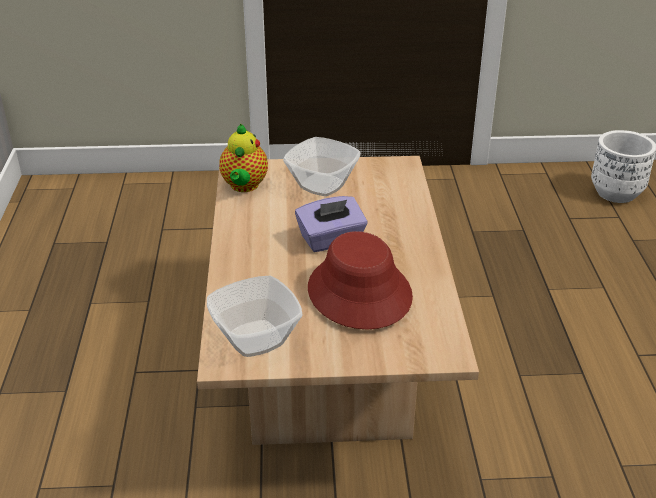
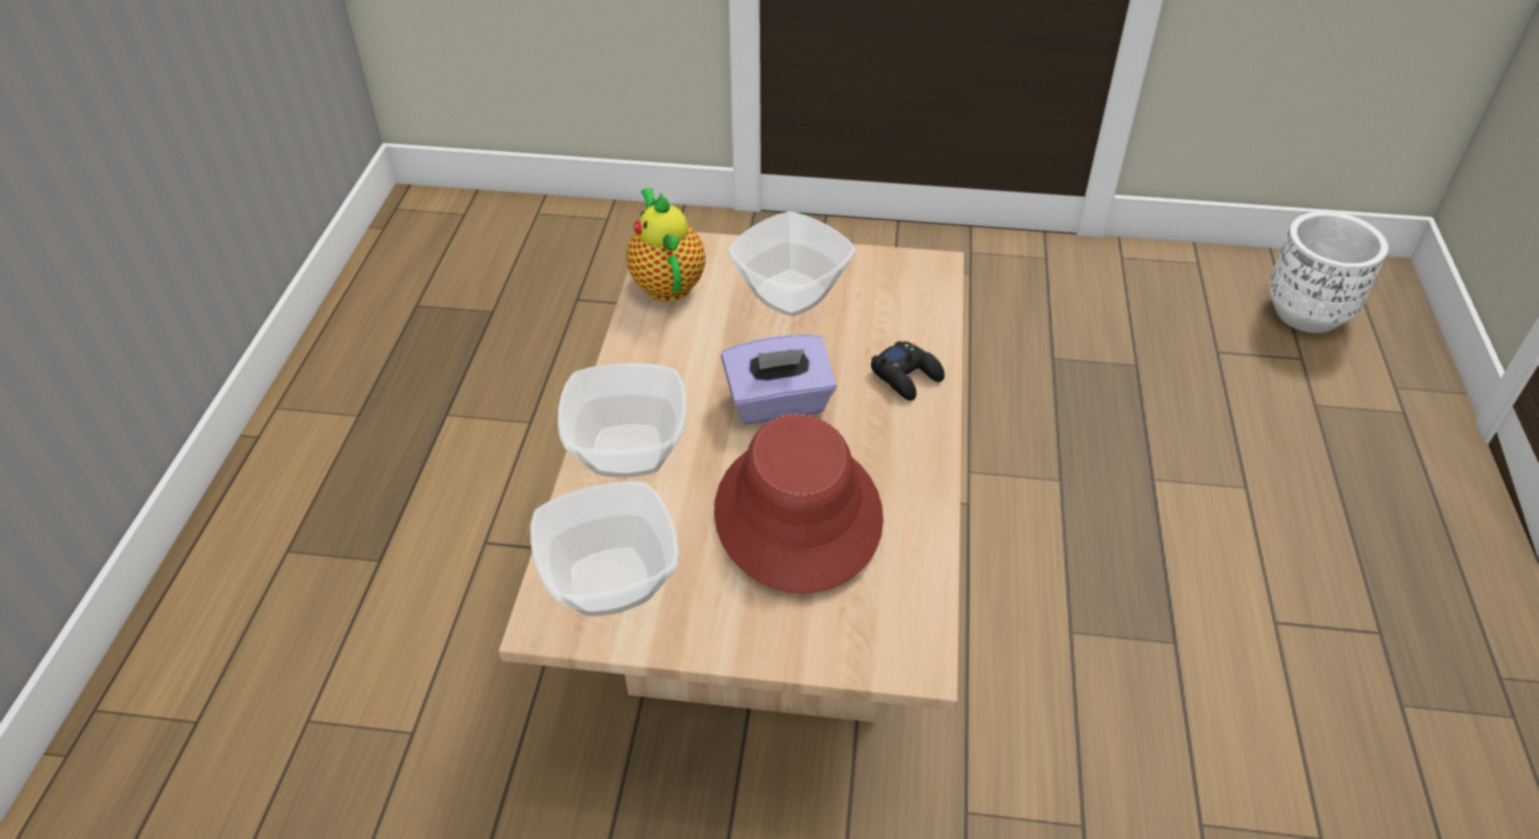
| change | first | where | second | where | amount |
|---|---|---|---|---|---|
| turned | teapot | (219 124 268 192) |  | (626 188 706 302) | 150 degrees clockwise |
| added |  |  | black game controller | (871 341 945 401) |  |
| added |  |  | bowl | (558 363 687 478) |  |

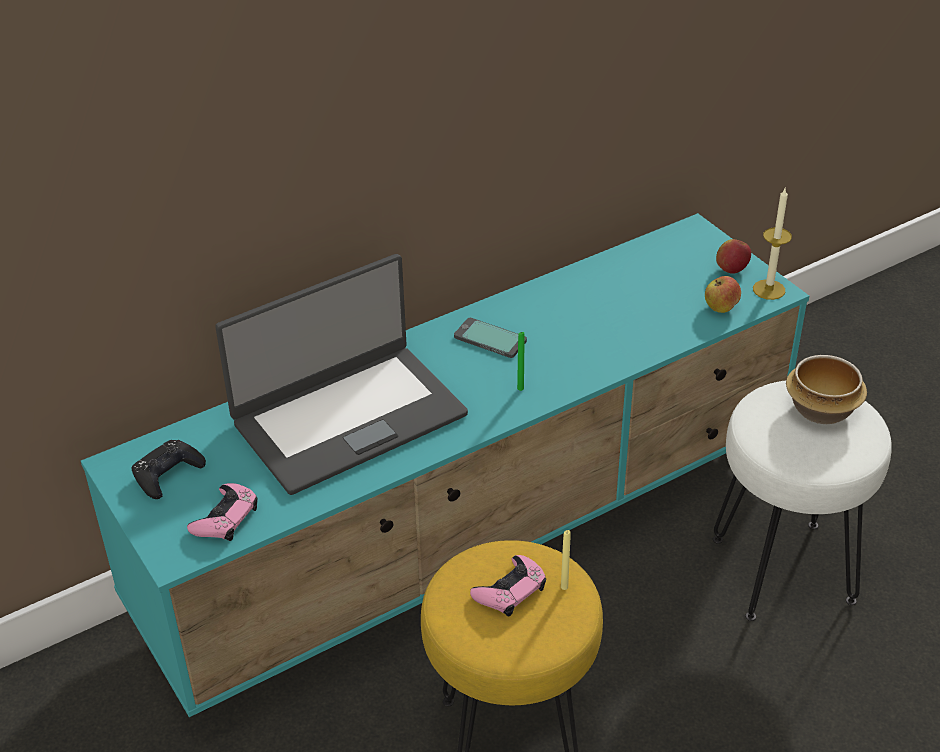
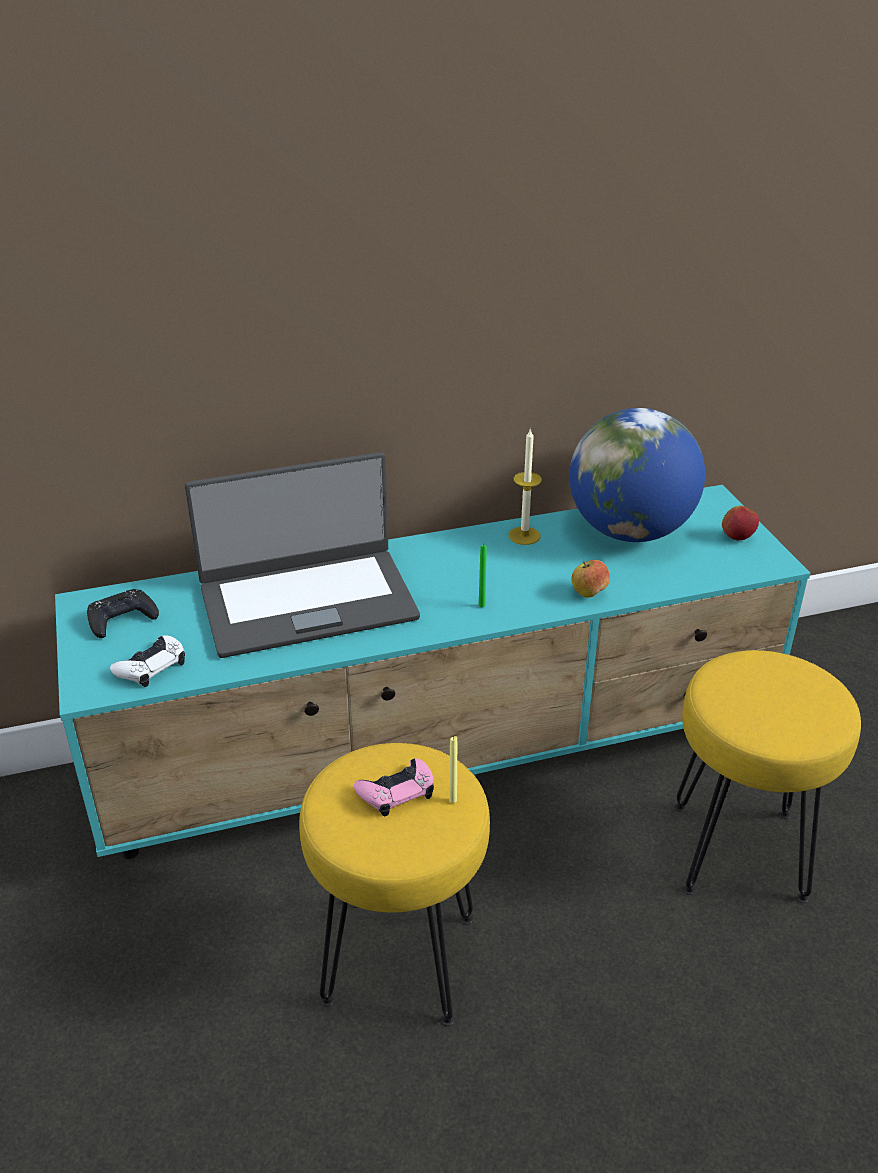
| change | first | where | second | where | amount |
|---|---|---|---|---|---|
| moved | candle | (753 189 792 300) |  | (509 428 542 545) |  |
| moved | apple | (705 276 741 313) |  | (571 560 610 598) |  |
| removed | phone | (454 318 527 358) |  |  |  |
| removed | bowl | (786 355 867 424) |  |  |  |
| recoloured | white stool | (713 380 892 621) | yellow stool | (675 650 861 903) |  |
| recoloured | pink game controller | (187 483 258 541) | white game controller | (110 635 185 687) |  |
| added |  |  | globe | (570 408 705 542) |  |

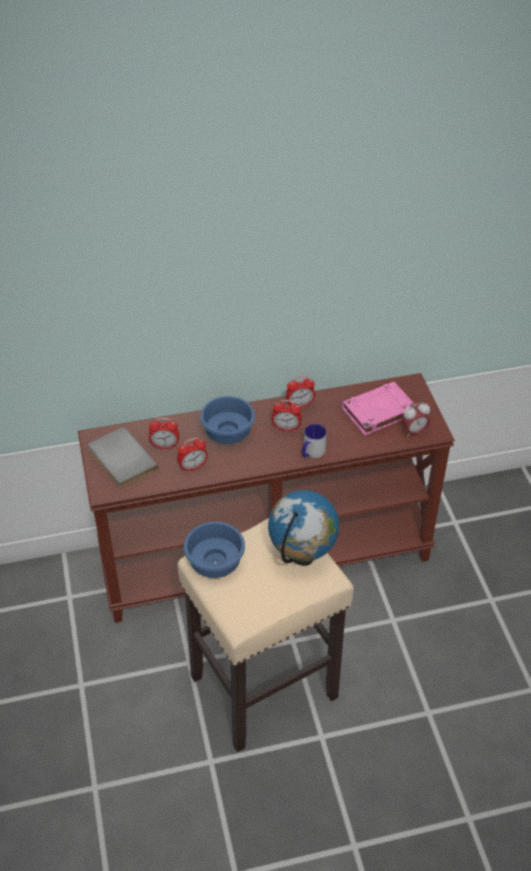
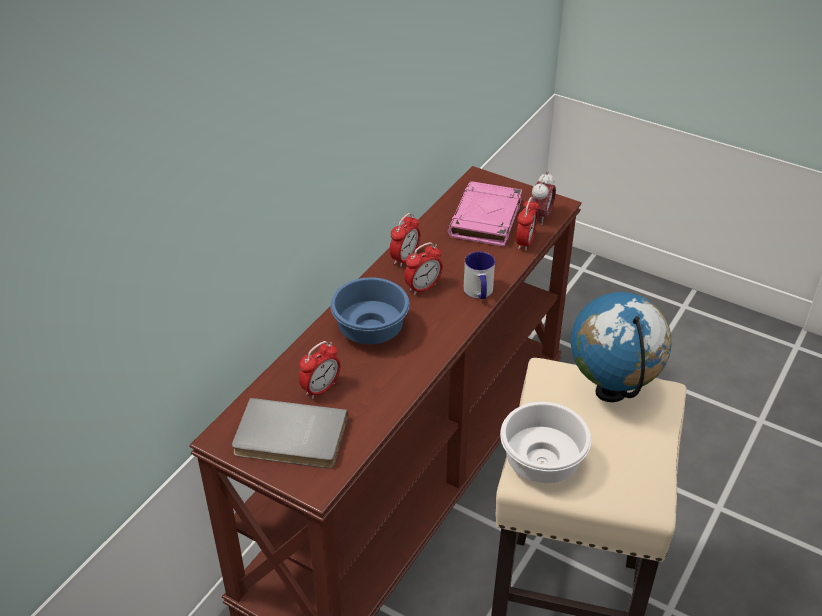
| change | first | where | second | where | amount |
|---|---|---|---|---|---|
| moved | alarm clock | (177 438 208 472) |  | (516 197 539 251) |  |
| recoloured | blue bowl | (184 522 245 578) | white bowl | (500 402 591 483) |  |

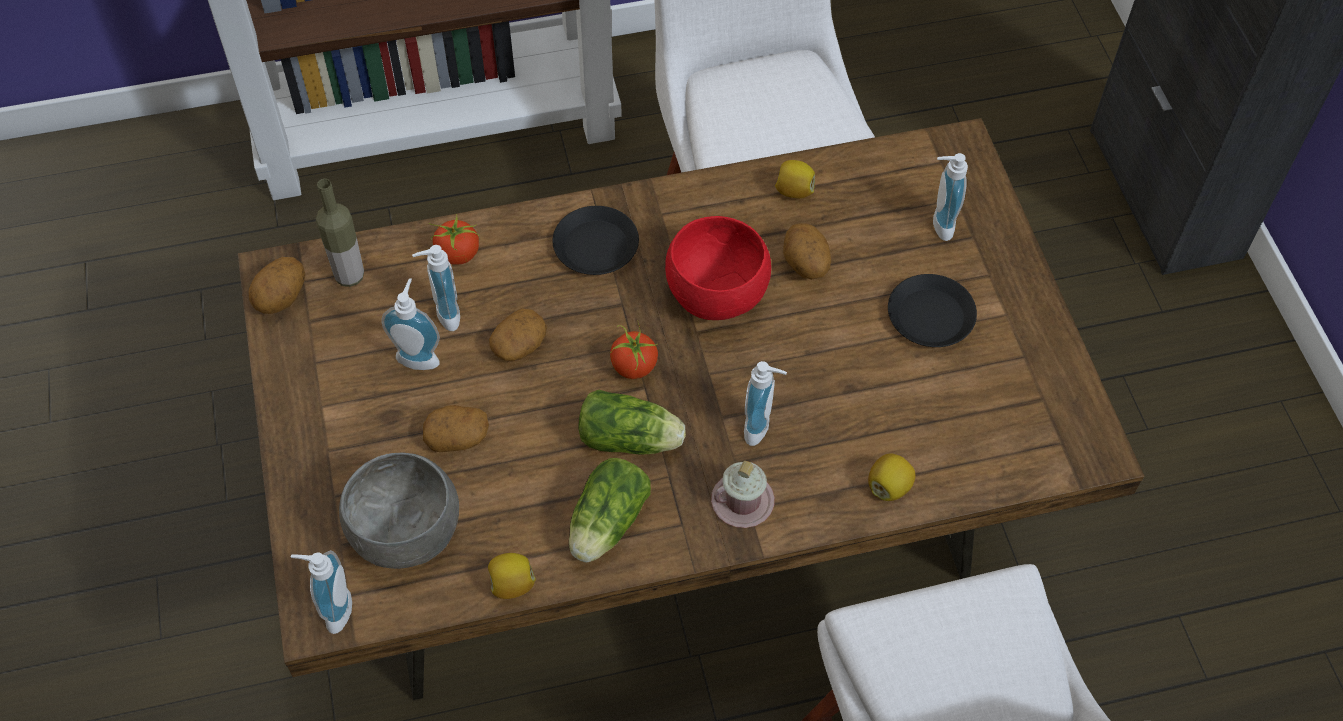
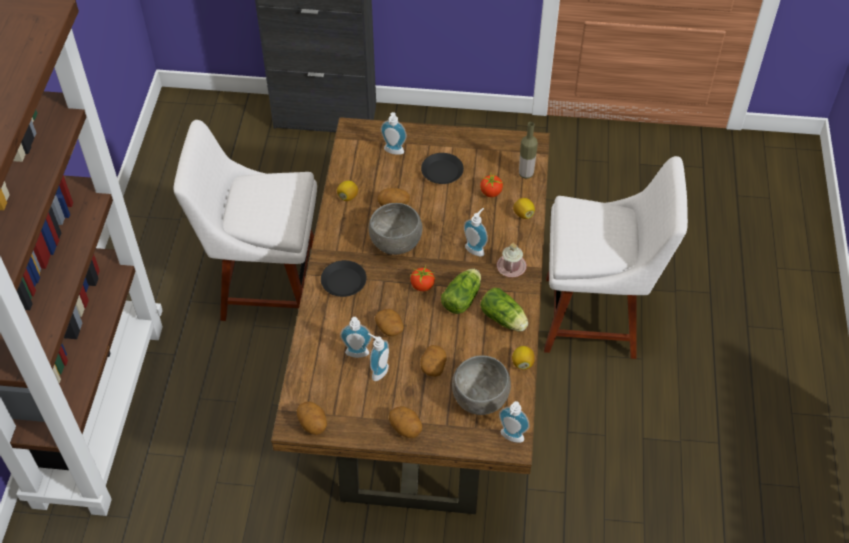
| change | first | where | second | where | amount |
|---|---|---|---|---|---|
| moved | bottle | (316 179 364 287) |  | (519 122 538 179) |  |
| moved | tomato | (429 214 479 265) |  | (480 174 503 197) |  |
| recoloured | red bowl | (665 216 771 320) | grey bowl | (369 203 423 255) |  |
| added |  |  | potato | (389 406 422 438) |  |

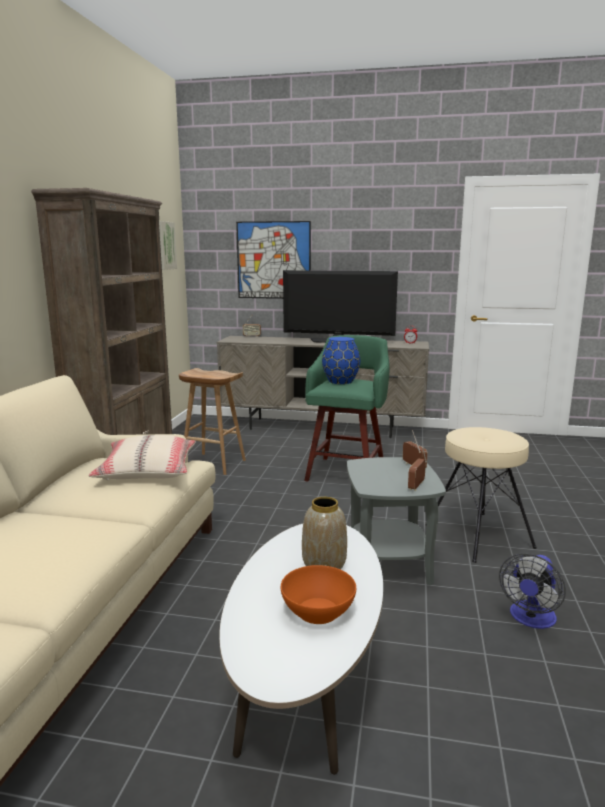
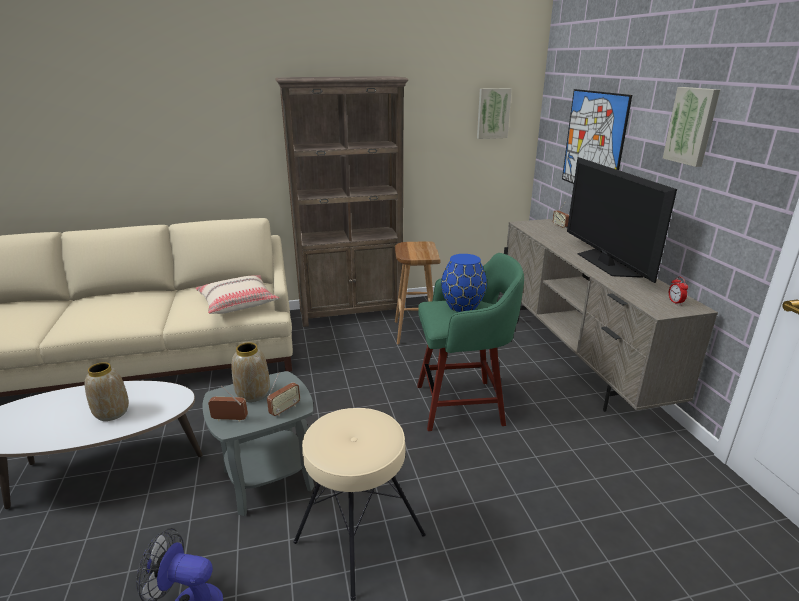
| change | first | where | second | where | amount |
|---|---|---|---|---|---|
| removed | orange bowl | (281 565 356 624) |  |  |  |
| added |  |  | picture | (663 87 720 167) |  |
| added |  |  | vase | (232 342 270 402) |  |

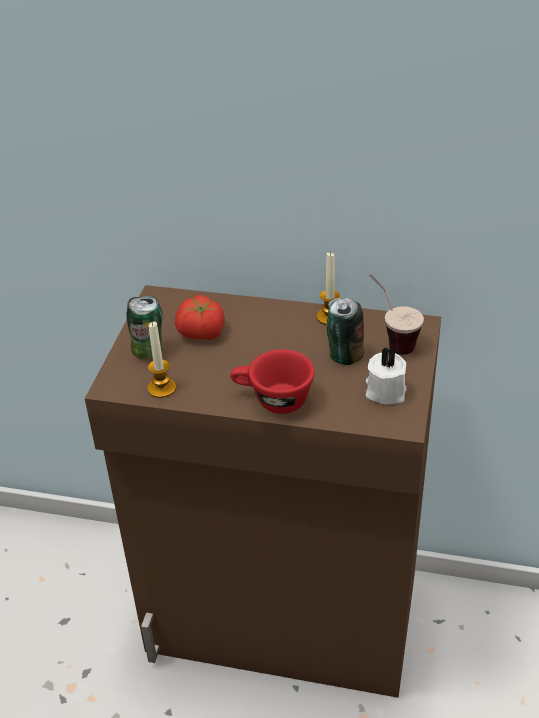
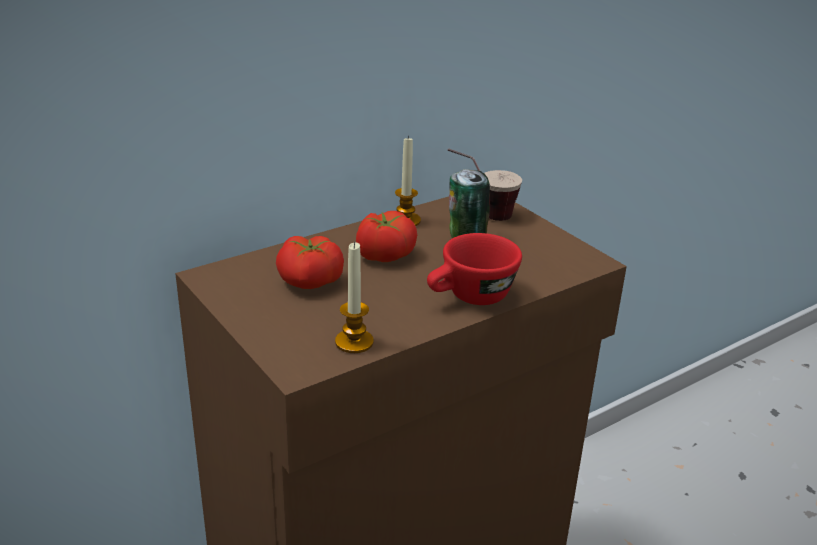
| change | first | where | second | where | amount |
|---|---|---|---|---|---|
| removed | can | (126 296 162 359) |  |  |  |
| removed | white candle | (366 347 407 405) |  |  |  |
| added |  |  | tomato | (356 211 417 262) |  |

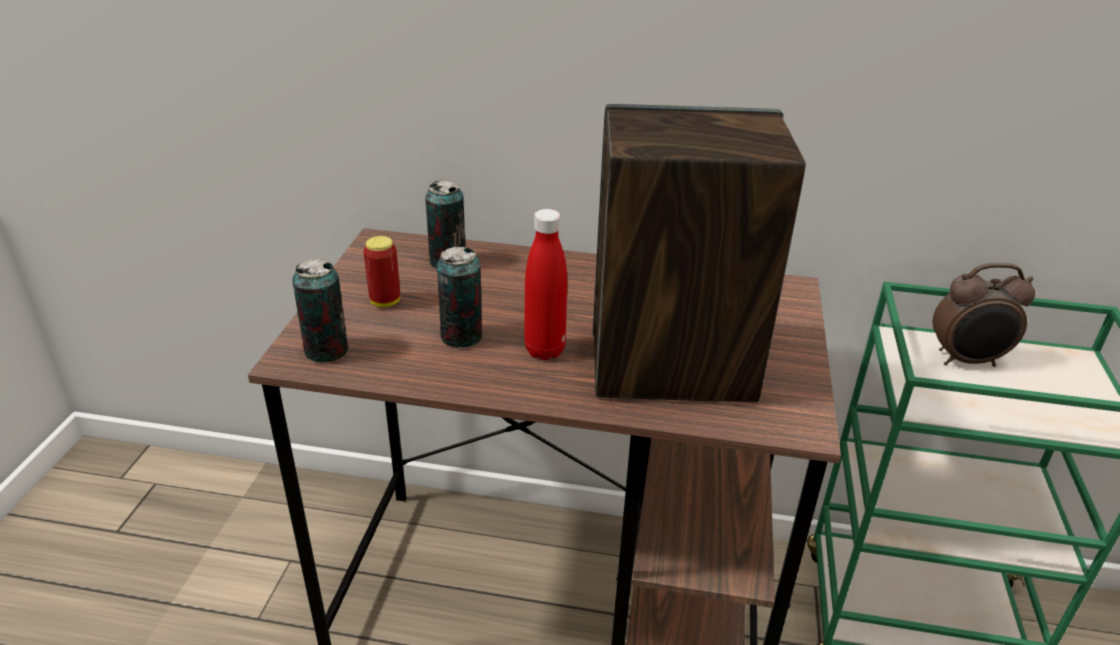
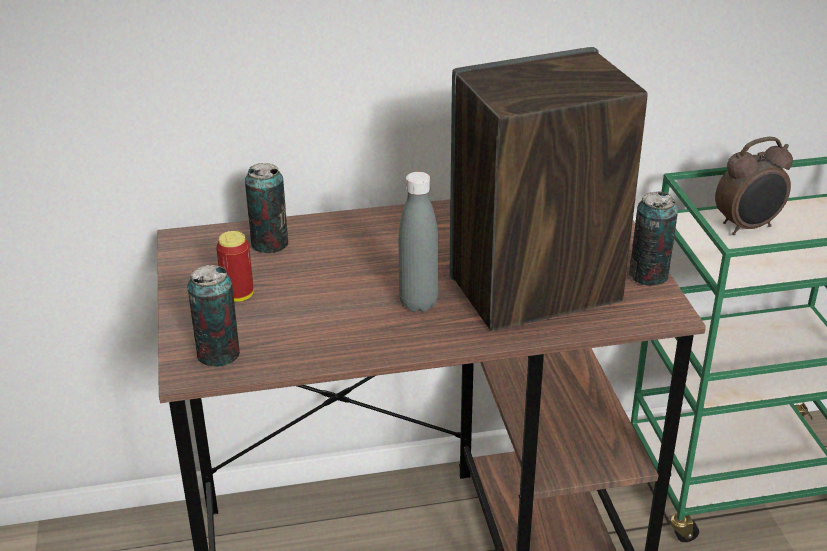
| change | first | where | second | where | amount |
|---|---|---|---|---|---|
| recoloured | red bottle | (524 209 567 360) | grey bottle | (398 172 438 312) |  |
| moved | can | (437 247 482 348) |  | (629 191 678 286) |  |

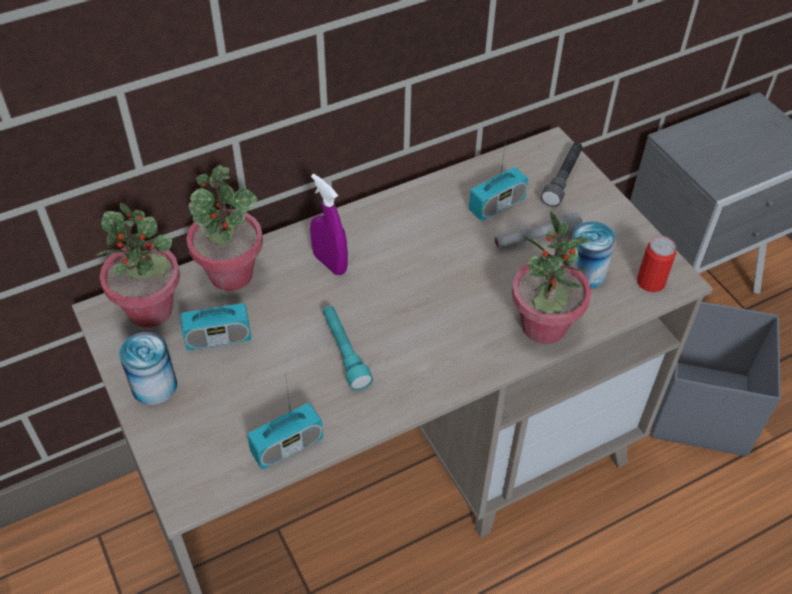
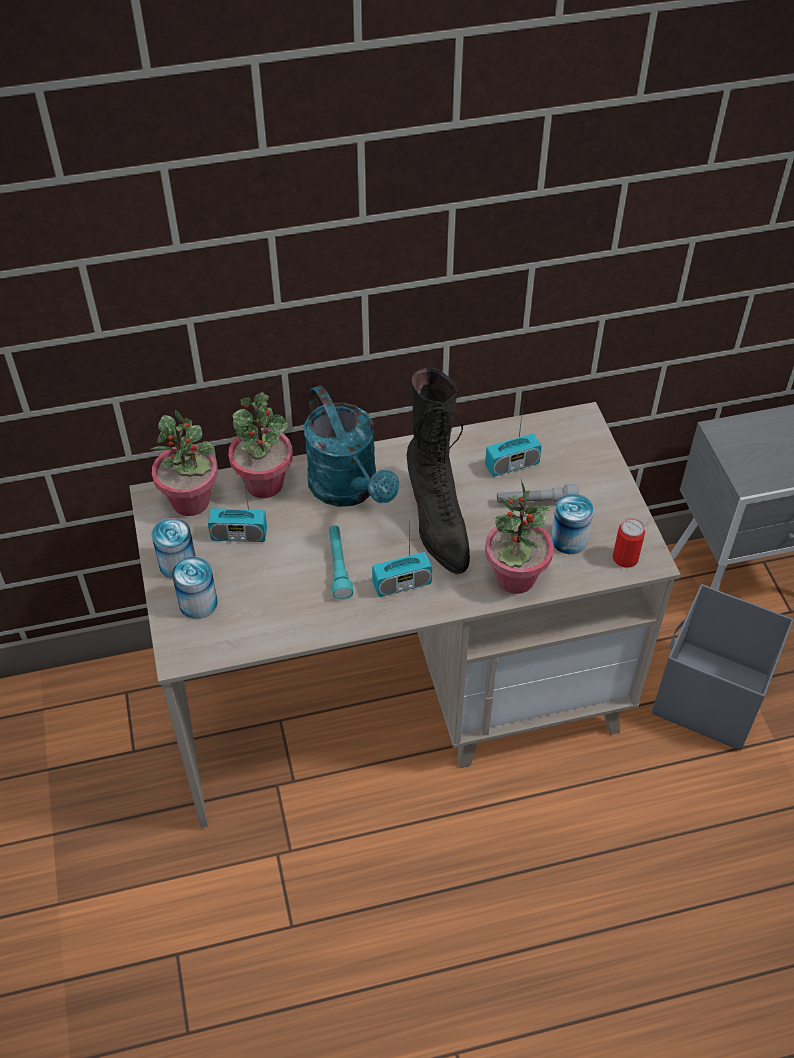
| change | first | where | second | where | amount |
|---|---|---|---|---|---|
| removed | grey flashlight | (541 143 583 207) |  |  |  |
| replaced | purple spray bottle | (310 174 348 275) | turquoise watering can | (304 385 399 507) |  |
| moved | radio | (247 373 323 470) |  | (372 528 432 597) |  |
| added |  |  | black boot | (407 368 470 574) |  |
| added |  |  | can | (172 557 218 619) |  |

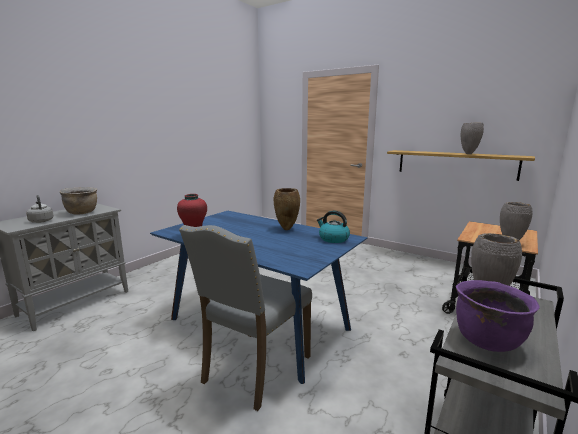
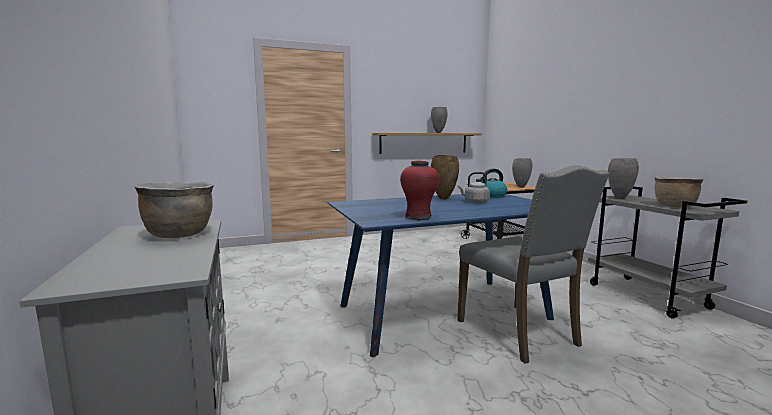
| change | first | where | second | where | amount |
|---|---|---|---|---|---|
| moved | grey kettle | (26 195 54 223) |  | (458 172 490 203) |  |
| recoloured | purple cooking pot | (456 280 540 352) | brown cooking pot | (654 176 704 208) |  |

